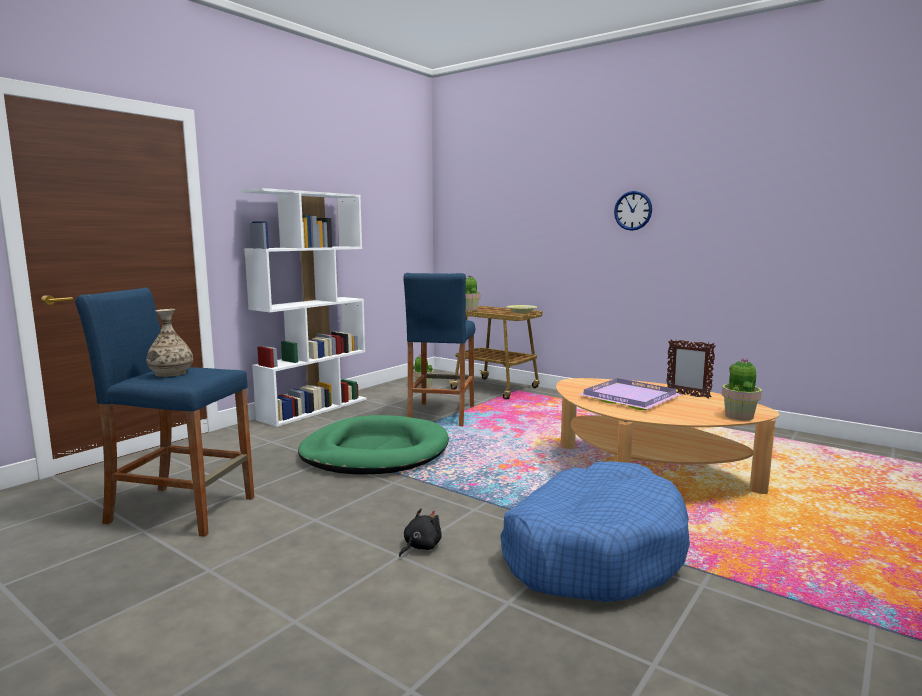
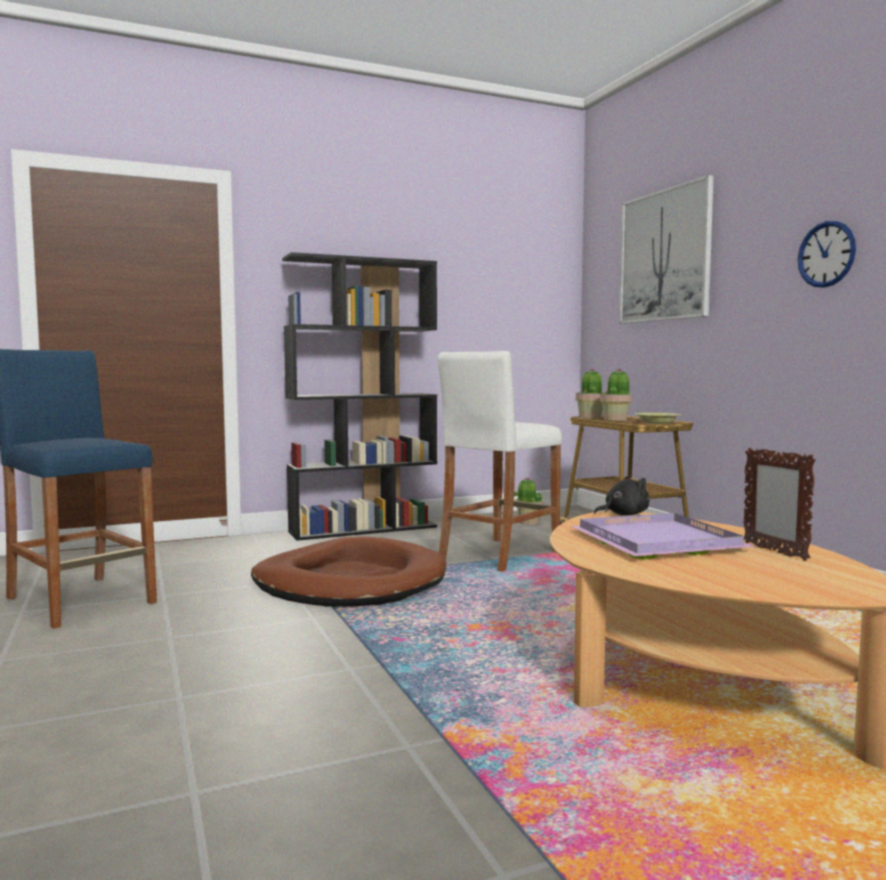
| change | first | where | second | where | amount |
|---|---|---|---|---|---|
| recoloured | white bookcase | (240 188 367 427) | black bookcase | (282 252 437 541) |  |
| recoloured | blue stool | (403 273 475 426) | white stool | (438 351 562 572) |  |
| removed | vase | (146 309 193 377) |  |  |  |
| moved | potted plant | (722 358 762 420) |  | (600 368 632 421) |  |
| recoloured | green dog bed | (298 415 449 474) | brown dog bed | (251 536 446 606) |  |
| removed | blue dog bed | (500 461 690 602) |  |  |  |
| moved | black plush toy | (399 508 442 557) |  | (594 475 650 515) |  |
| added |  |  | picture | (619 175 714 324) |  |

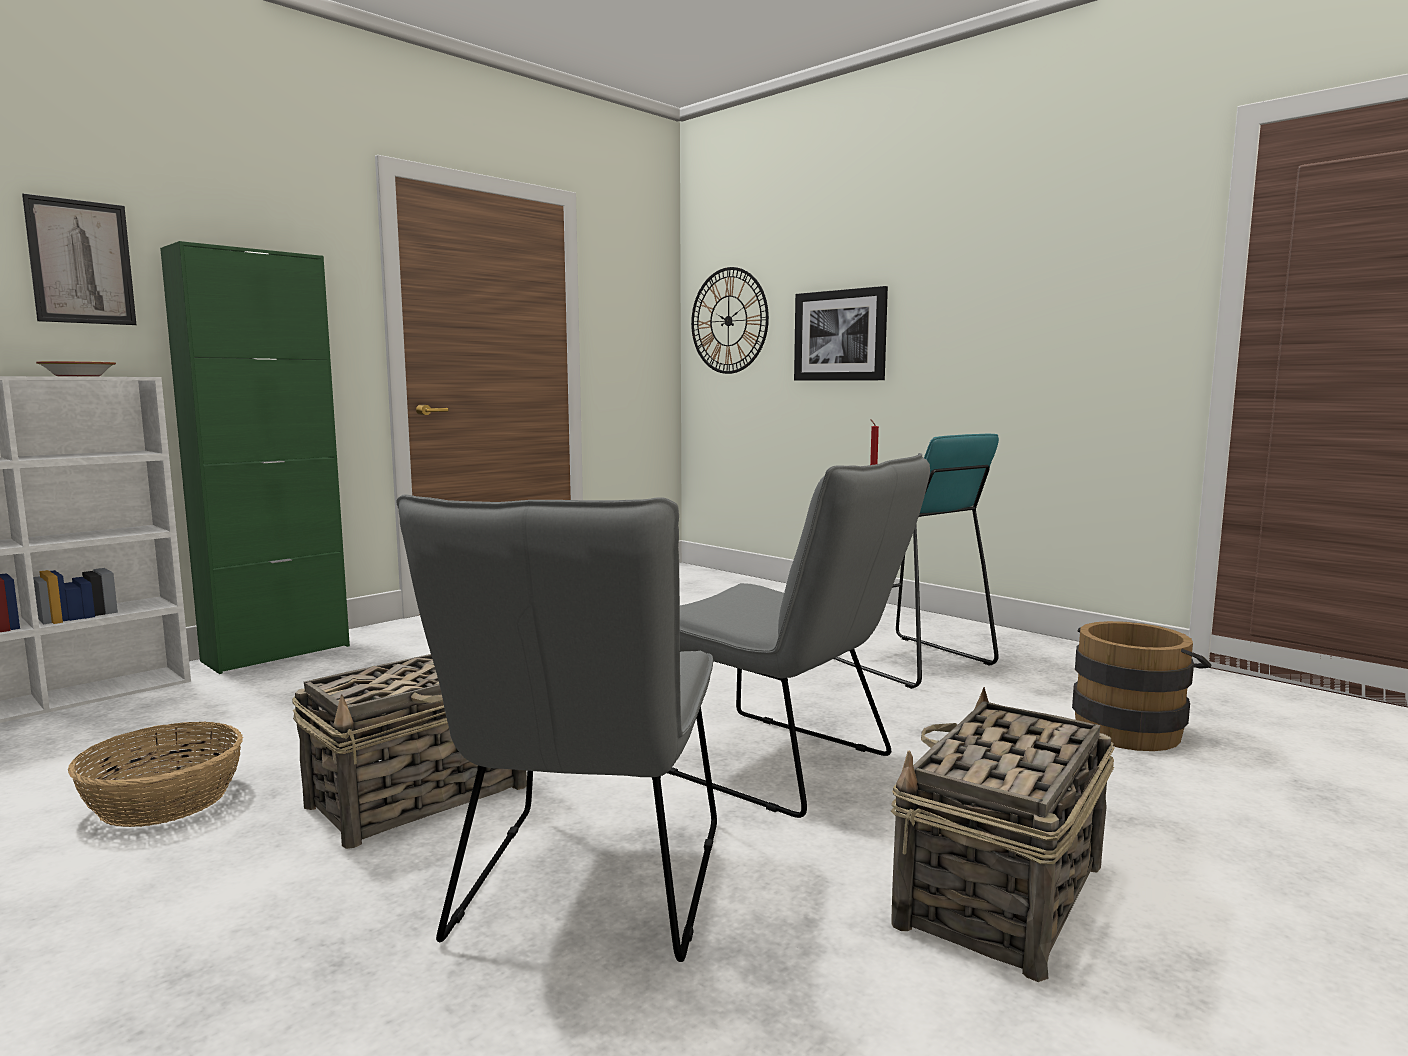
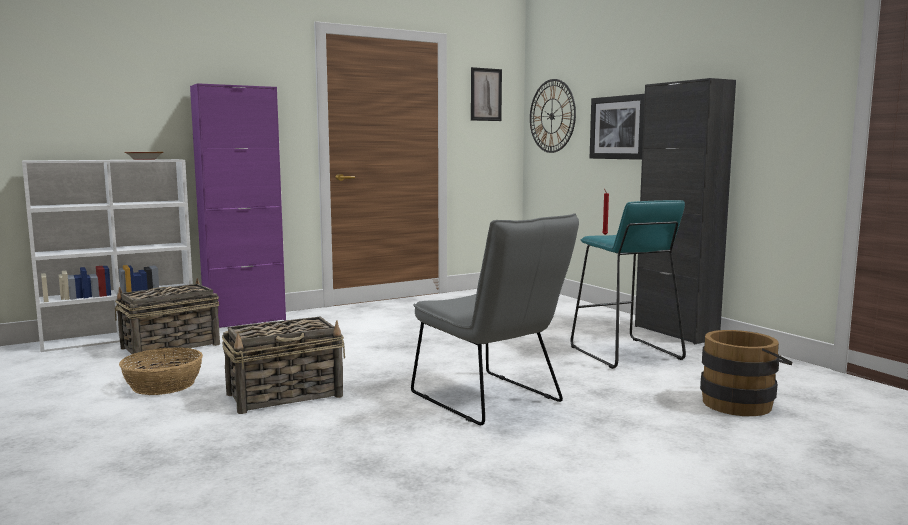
| change | first | where | second | where | amount |
|---|---|---|---|---|---|
| moved | picture | (22 193 137 325) |  | (471 67 502 121) |  |
| recoloured | green cabinet | (160 241 350 674) | purple cabinet | (190 83 286 328) |  |
| removed | grey chair | (396 494 717 962) |  |  |  |
| moved | basket | (891 687 1115 982) |  | (115 278 220 358) |  |
| added |  |  | black cabinet | (635 78 736 344) |  |

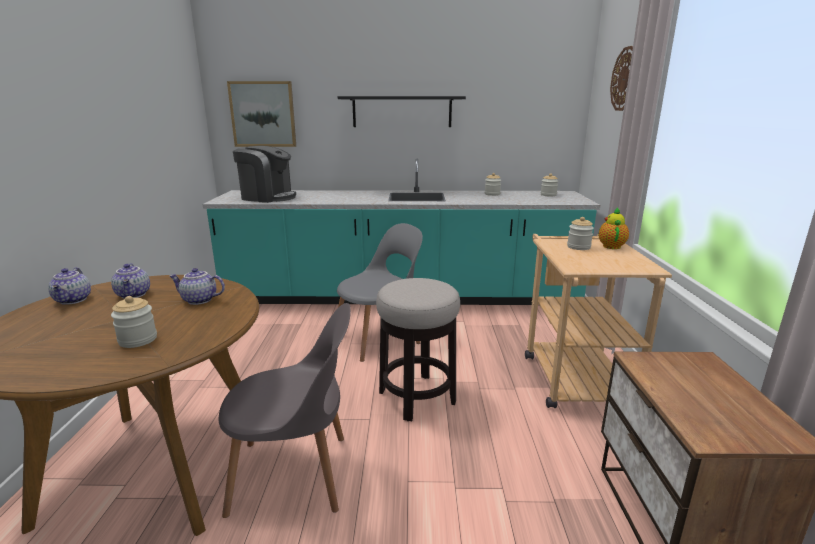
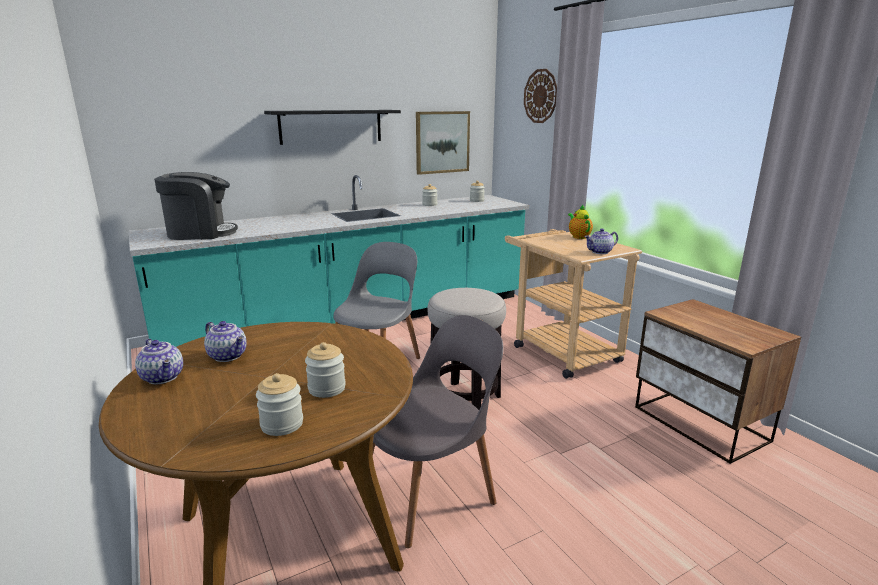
| change | first | where | second | where | amount |
|---|---|---|---|---|---|
| moved | picture | (227 81 296 147) |  | (416 111 470 175) |  |
| moved | jar | (567 217 594 250) |  | (256 373 303 436) |  |
| moved | teapot | (170 268 225 305) |  | (585 229 618 254) |  |

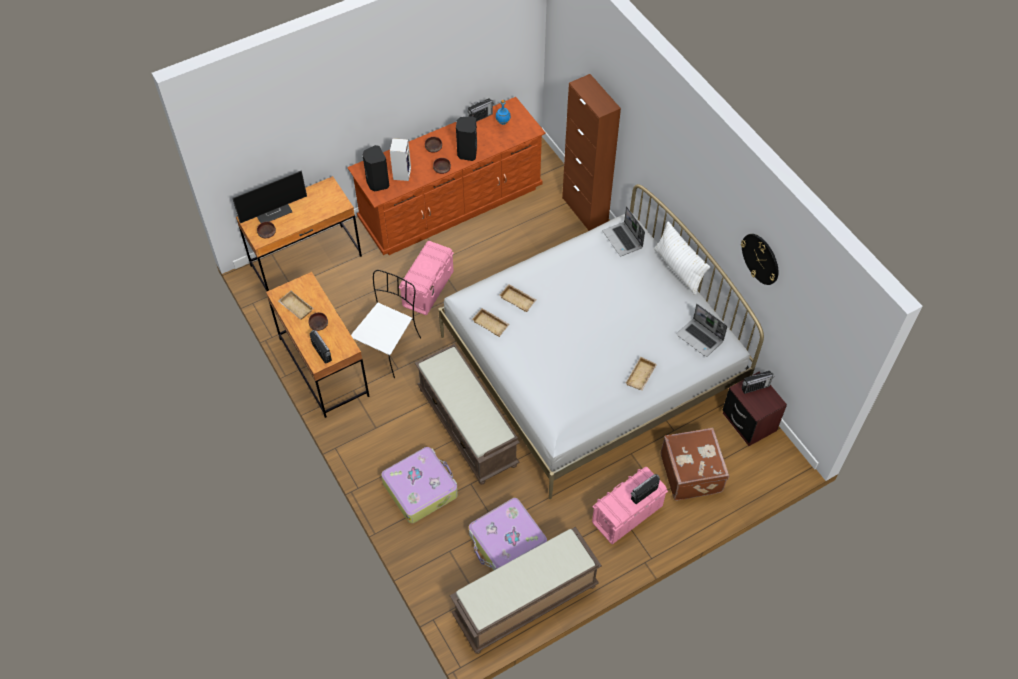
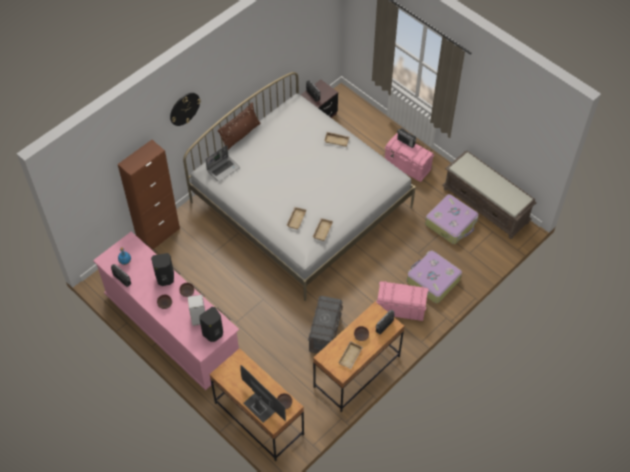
| change | first | where | second | where | amount |
|---|---|---|---|---|---|
| recoloured | brown dresser | (347 97 546 255) | pink dresser | (93 231 239 390) |  |
| recoloured | white pillow | (654 222 710 295) | brown pillow | (218 102 261 150) |  |
| moved | wall clock | (741 234 778 285) |  | (170 93 201 126) |  |
| moved | pink storage box | (399 241 454 315) |  | (376 281 429 321) |  |
| replaced | white chair | (351 270 421 378) | grey storage box | (308 296 343 354) |  |
| removed | laptop | (676 304 727 357) |  |  |  |
| removed | brown bench | (415 344 520 484) |  |  |  |
| removed | brown suitcase | (660 428 729 501) |  |  |  |

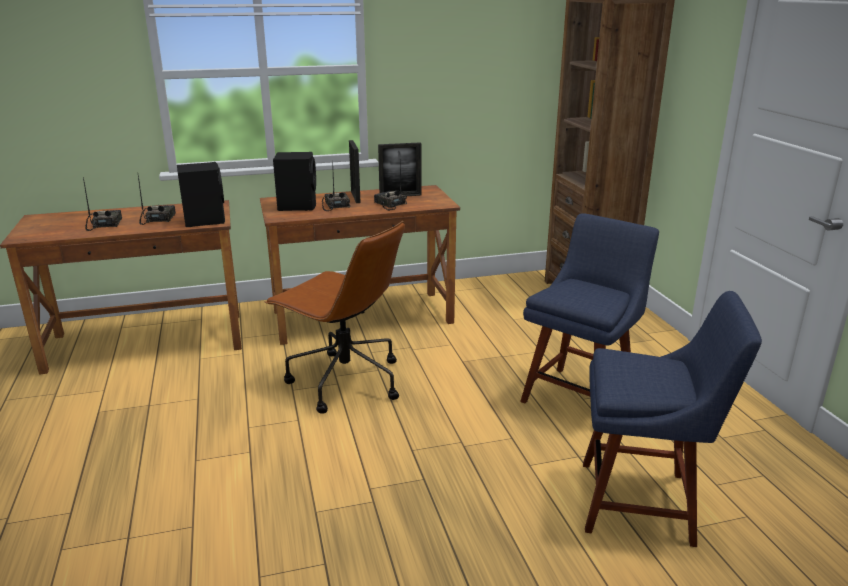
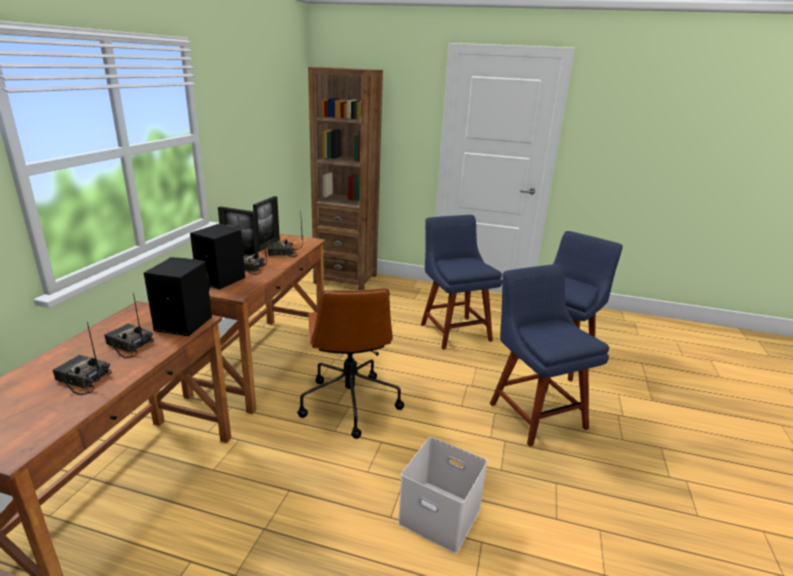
| change | first | where | second | where | amount |
|---|---|---|---|---|---|
| turned | brown office chair | (265 221 405 414) |  | (297 288 404 439) | 105 degrees clockwise |
| added |  |  | blue chair | (490 264 609 446) |  |
| added |  |  | white storage box | (398 437 488 554) |  |

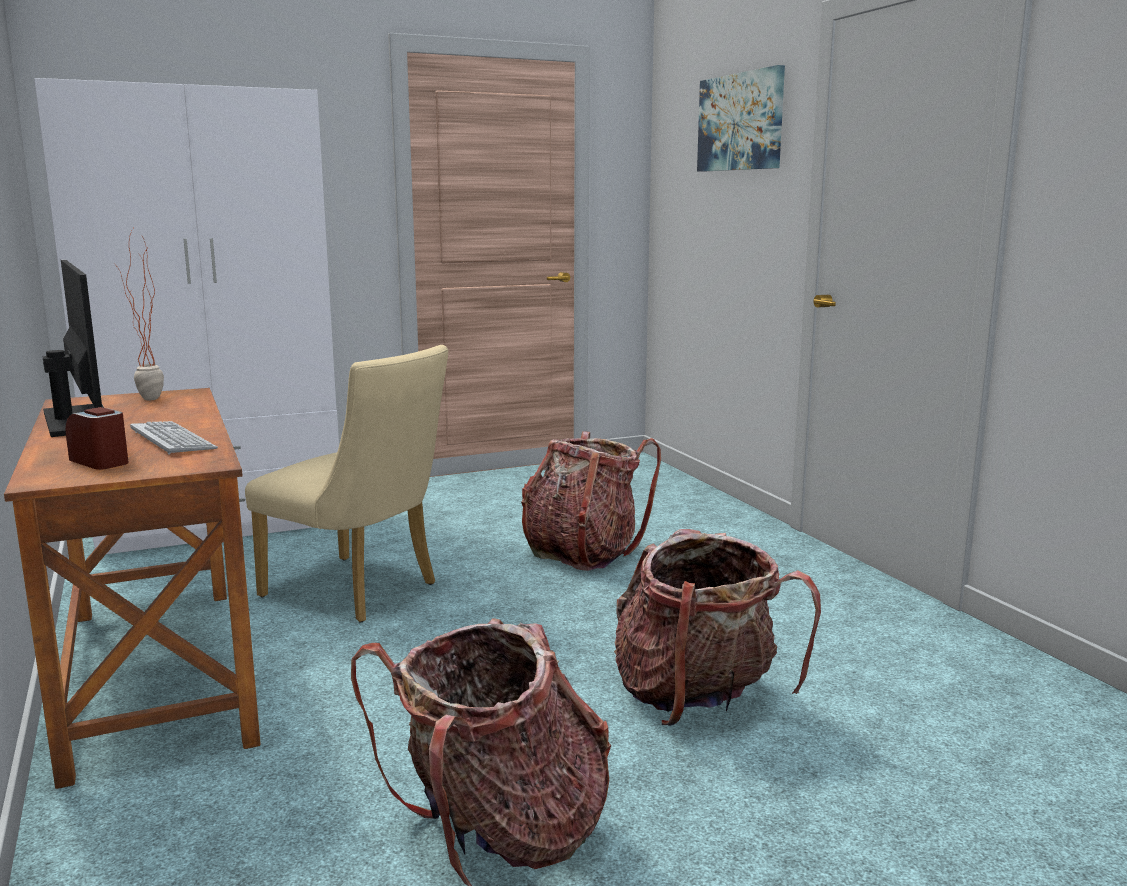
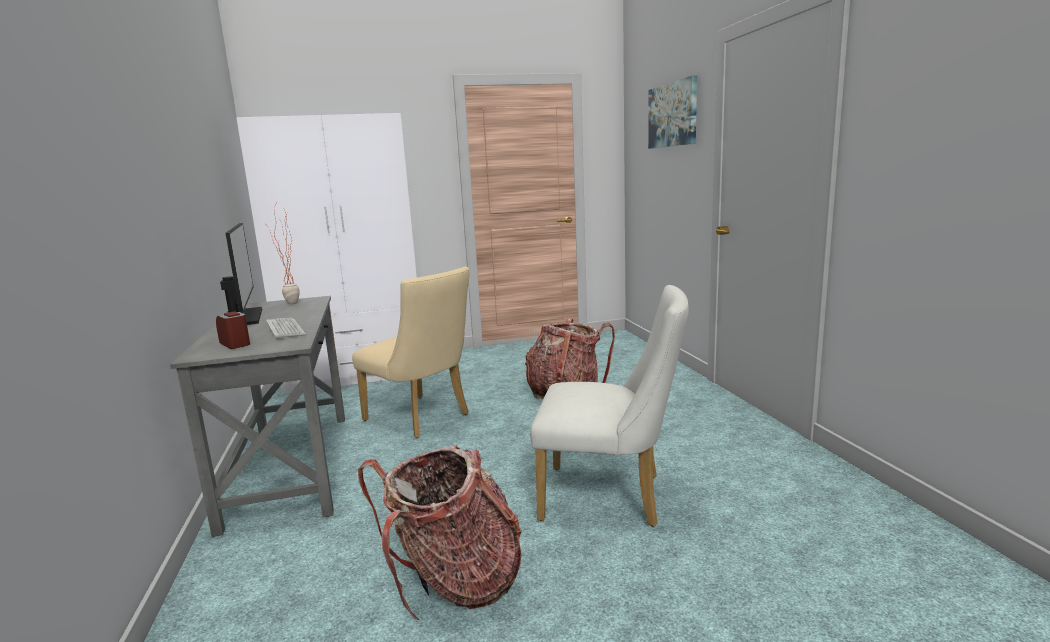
| change | first | where | second | where | amount |
|---|---|---|---|---|---|
| recoloured | brown desk | (4 388 261 789) | grey desk | (170 296 345 537) |  |
| replaced | backpack | (614 529 821 726) | white chair | (530 285 689 527) |  |

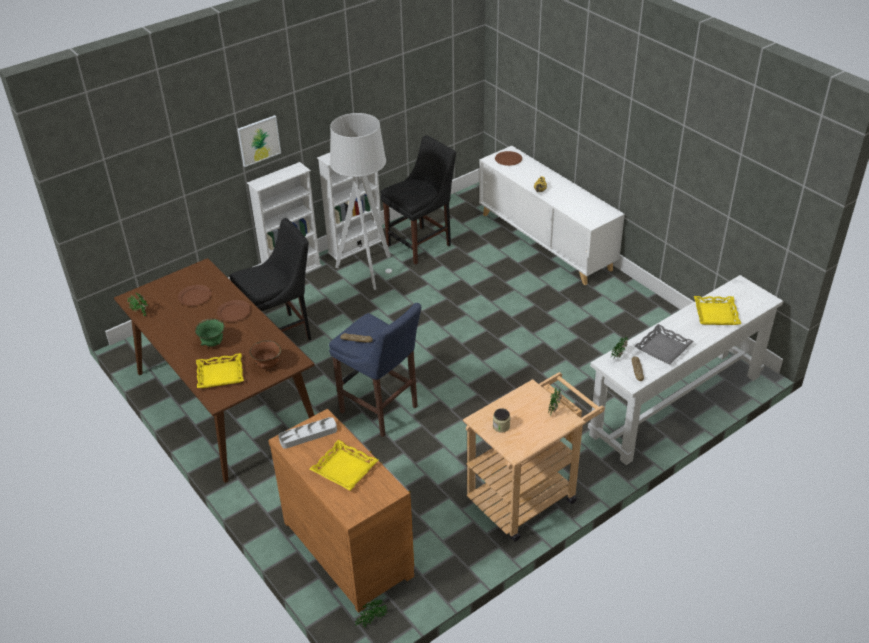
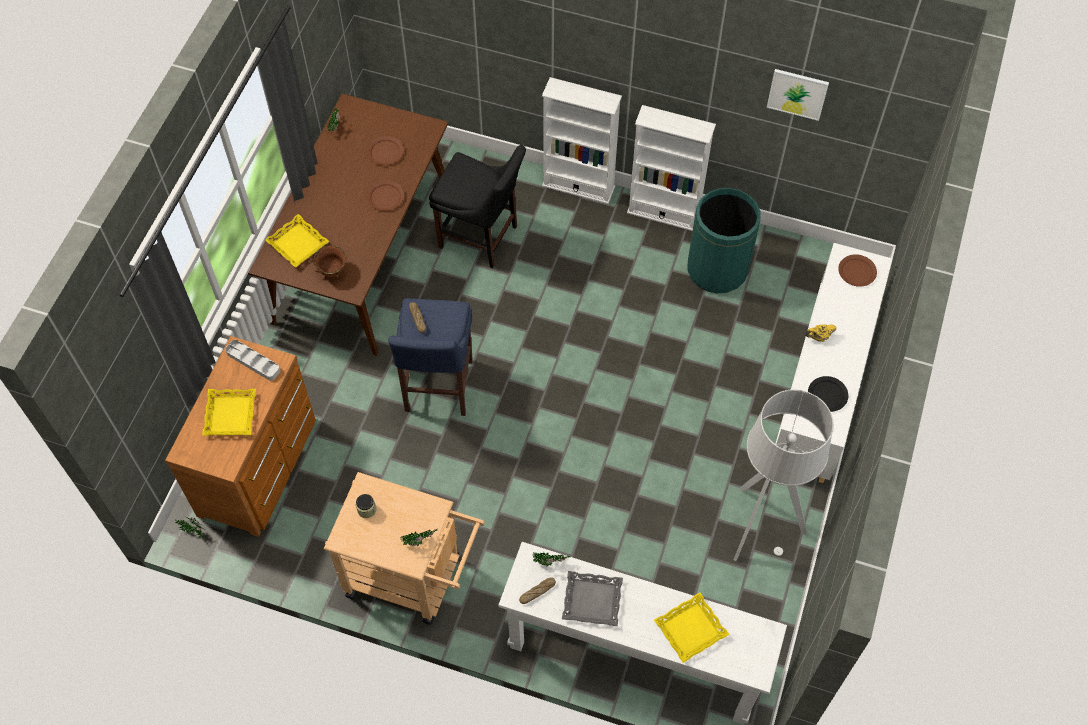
| change | first | where | second | where | amount |
|---|---|---|---|---|---|
| moved | grey floor lamp | (330 113 392 290) |  | (733 389 834 561) |  |
| moved | picture | (237 115 281 167) |  | (767 69 829 121) |  |
| replaced | black chair | (381 135 456 265) | green trash can | (687 188 761 293) |  |
| removed | green bowl | (195 318 225 347) |  |  |  |
| added |  |  | black plate | (808 376 848 412) |  |

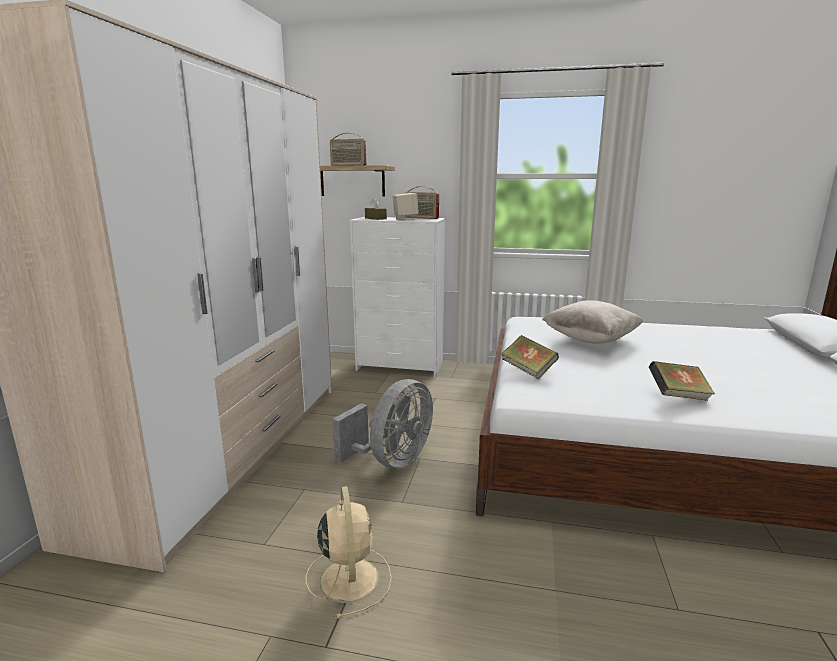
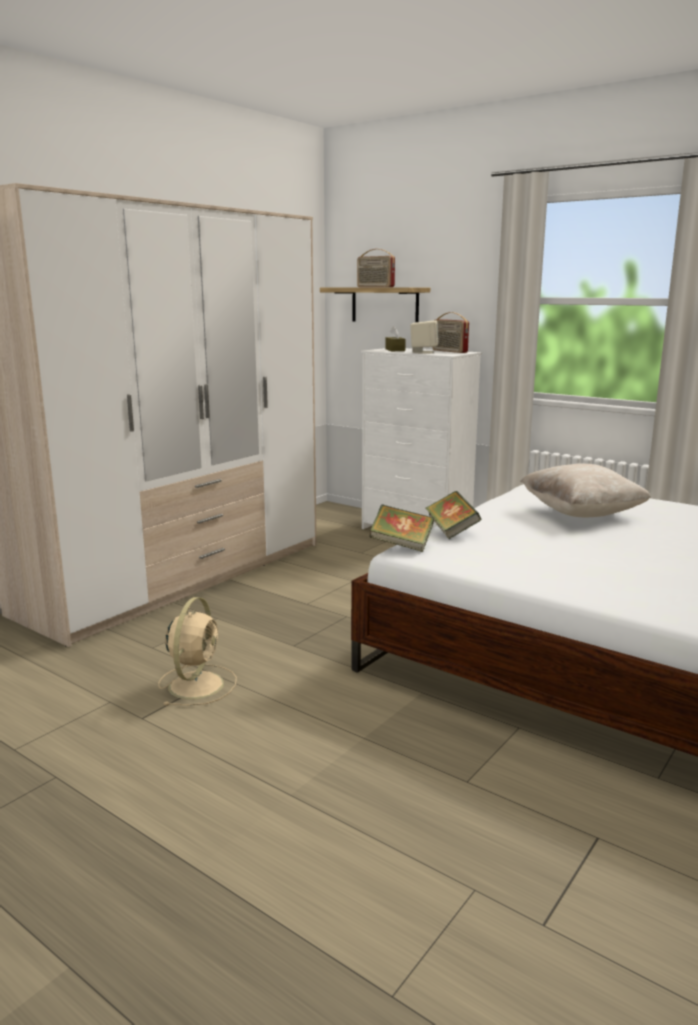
| change | first | where | second | where | amount |
|---|---|---|---|---|---|
| moved | book | (649 361 715 401) |  | (370 504 434 552) |  |
| removed | grey fan | (332 379 433 469) |  |  |  |

